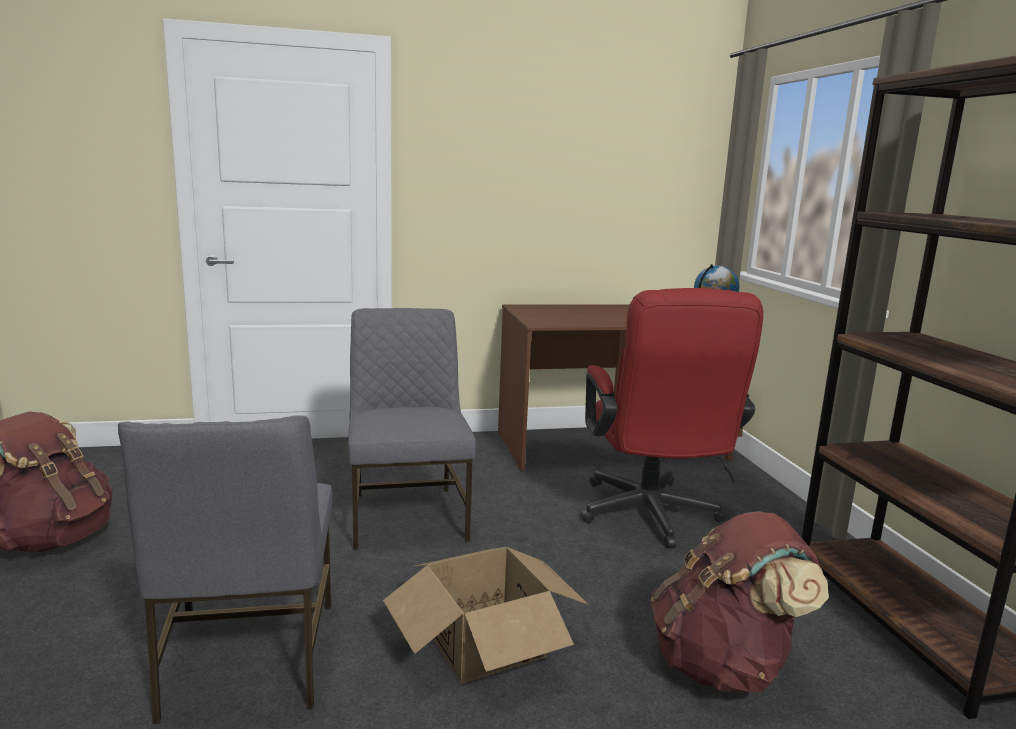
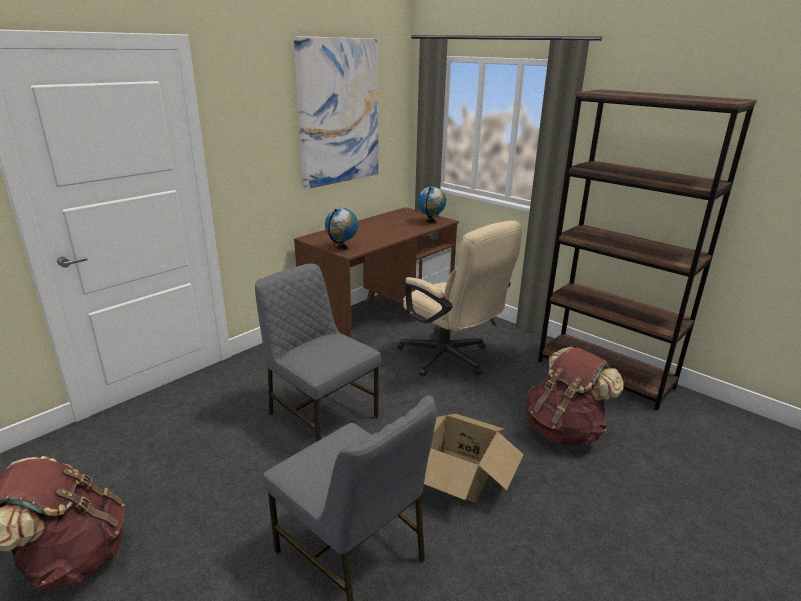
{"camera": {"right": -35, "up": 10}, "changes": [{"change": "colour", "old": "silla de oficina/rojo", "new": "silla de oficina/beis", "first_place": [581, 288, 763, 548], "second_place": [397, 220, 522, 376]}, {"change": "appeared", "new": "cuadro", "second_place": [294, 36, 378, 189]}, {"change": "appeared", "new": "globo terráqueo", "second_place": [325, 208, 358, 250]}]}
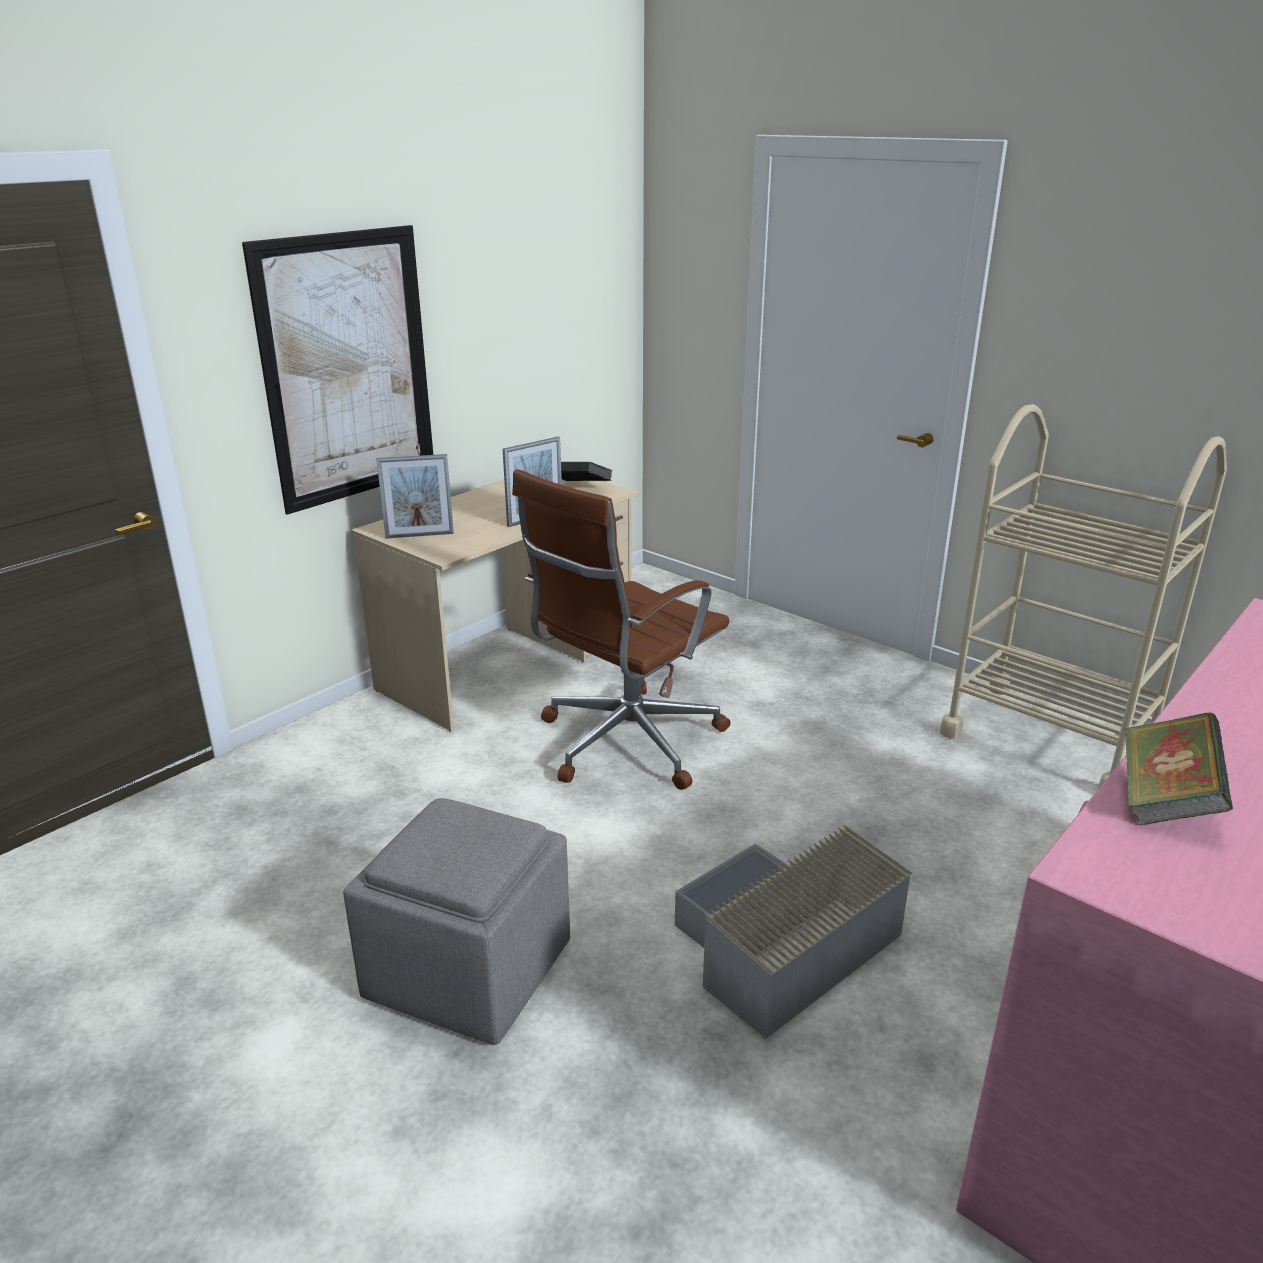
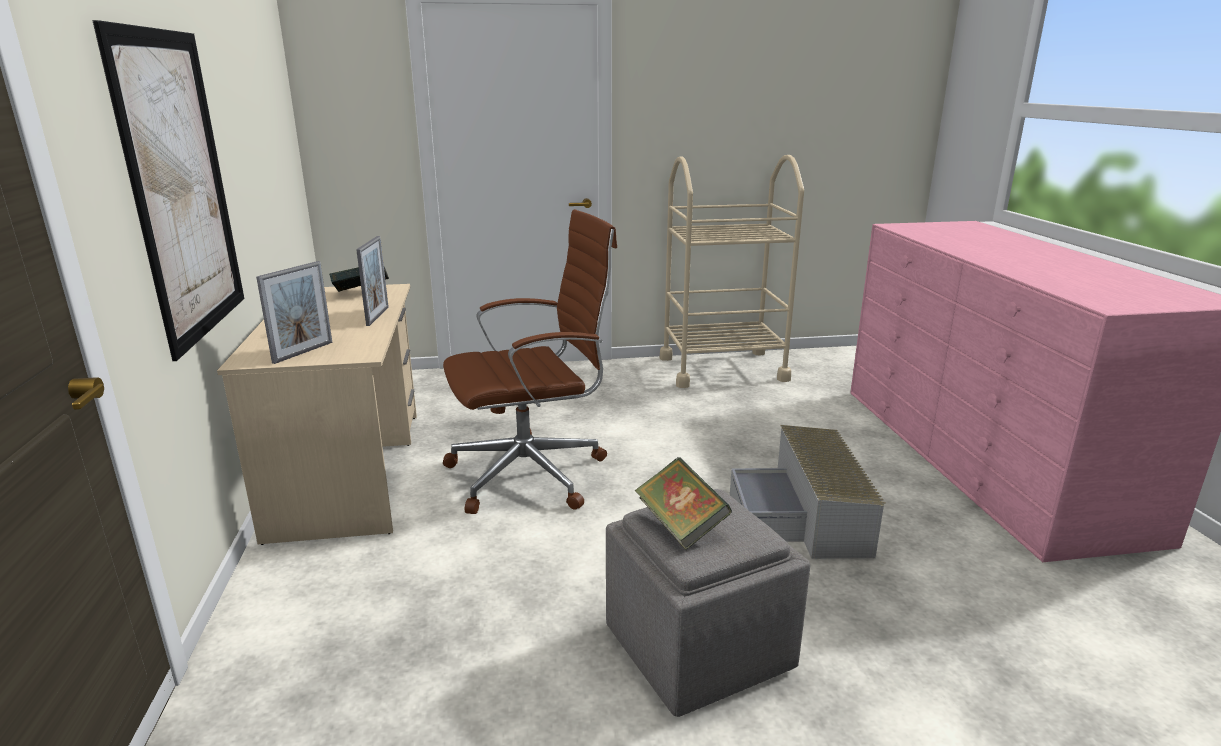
{"camera": {"right": -50, "up": -5}, "changes": [{"change": "spun", "old": "silla de oficina/marrón", "first_place": [512, 469, 731, 790], "second_place": [443, 209, 617, 514], "degrees": -105}, {"change": "relocated", "old": "libro", "first_place": [1124, 712, 1233, 826], "second_place": [635, 457, 732, 550]}]}
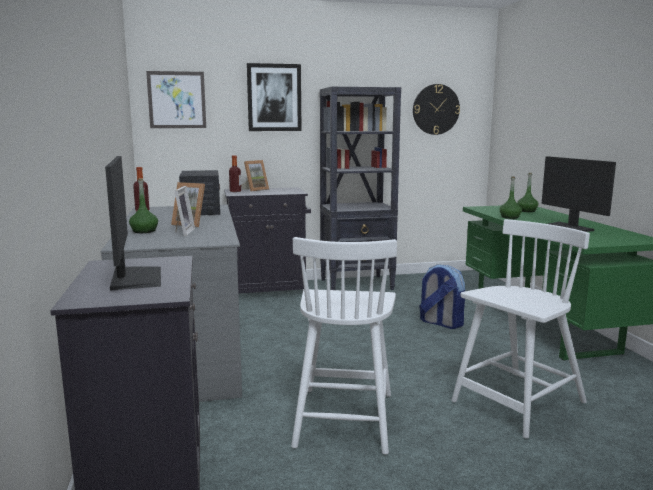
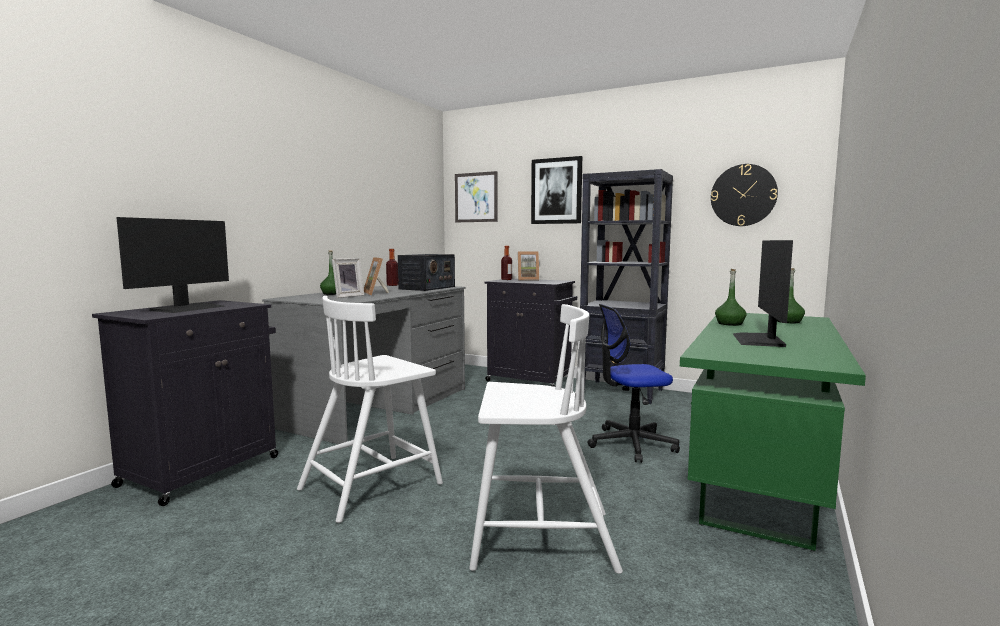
{"camera": {"right": 40, "up": -5}, "changes": [{"change": "exchanged", "old": "mochila", "new": "silla de oficina", "first_place": [419, 264, 465, 329], "second_place": [587, 304, 680, 463]}]}
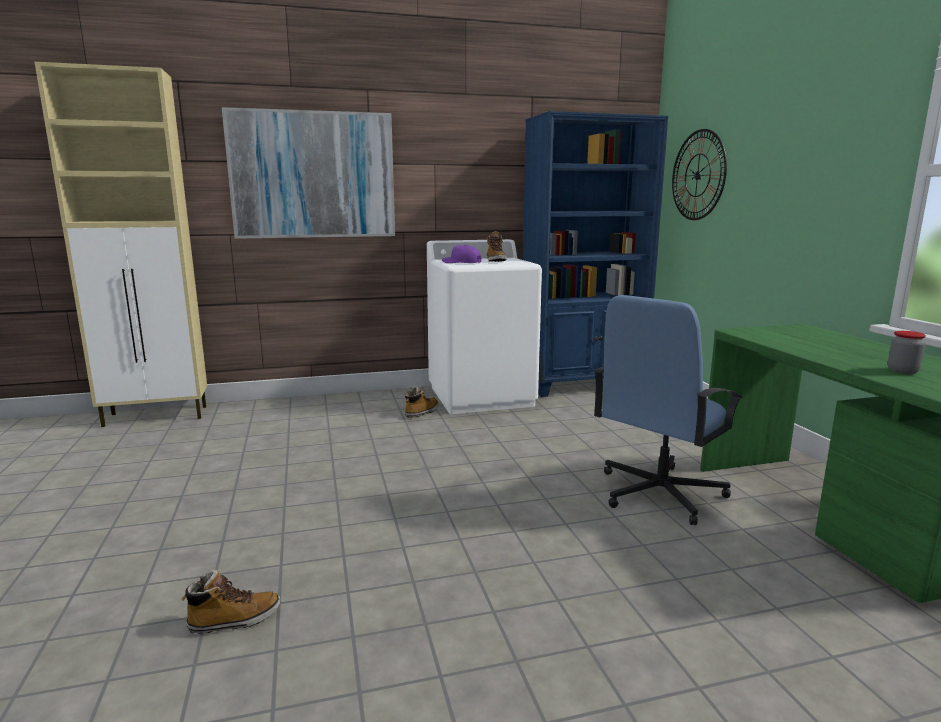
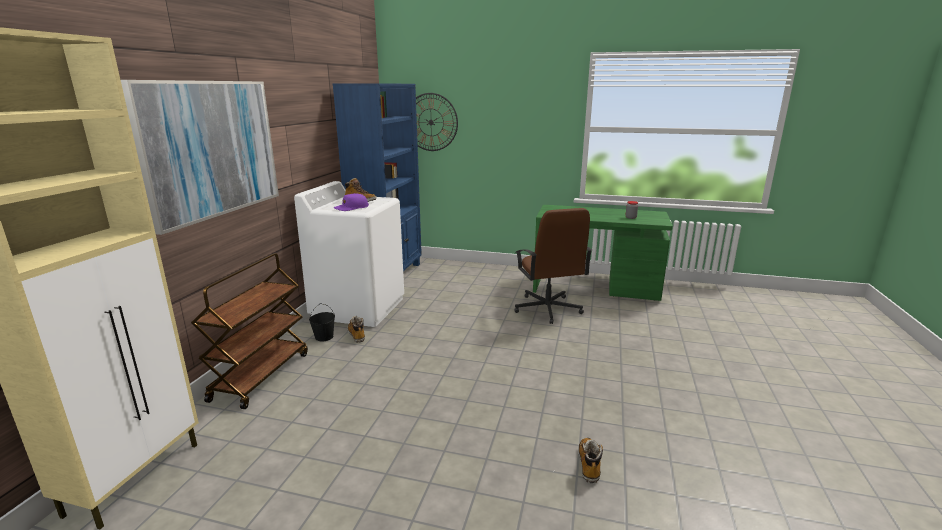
{"camera": {"right": -60, "up": 5}, "changes": [{"change": "colour", "old": "silla de oficina/azul", "new": "silla de oficina/marrón", "first_place": [594, 295, 742, 525], "second_place": [514, 208, 592, 324]}, {"change": "appeared", "new": "carrito/marrón", "second_place": [191, 253, 308, 409]}, {"change": "appeared", "new": "cubo/negro", "second_place": [309, 304, 335, 342]}]}
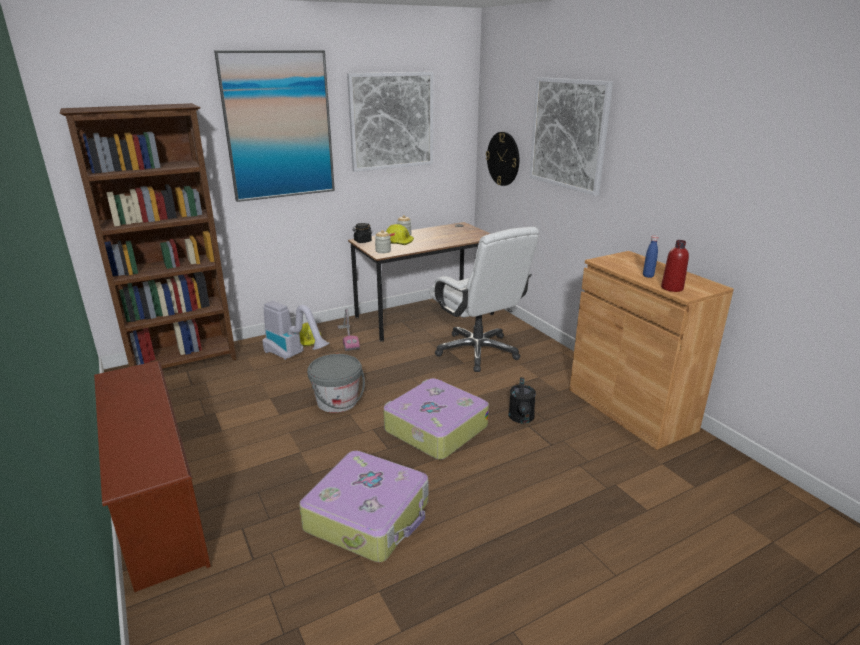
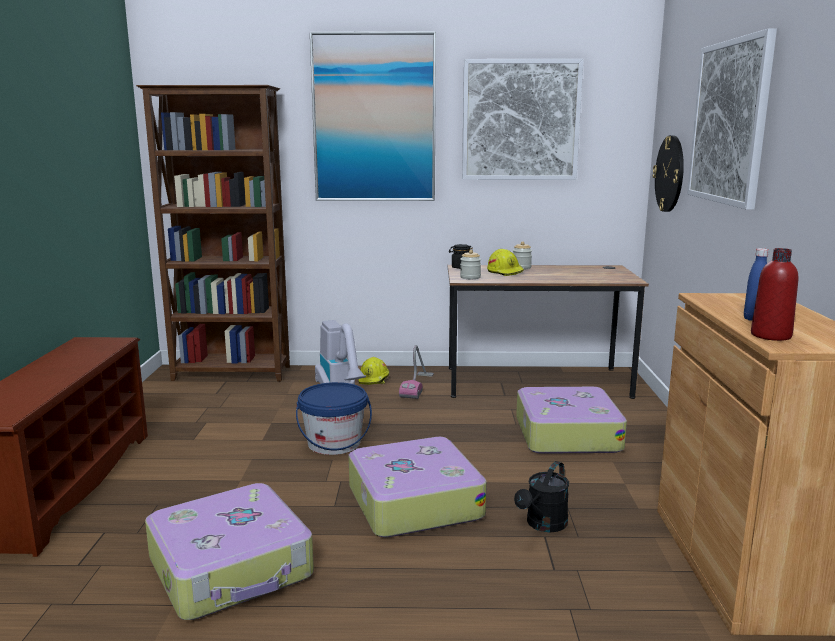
{"camera": {"right": 30, "up": -10}, "changes": [{"change": "exchanged", "old": "silla de oficina/blanco", "new": "maleta", "first_place": [430, 227, 539, 372], "second_place": [516, 387, 627, 454]}, {"change": "colour", "old": "cubo/gris", "new": "cubo/azul", "first_place": [307, 354, 365, 413], "second_place": [296, 382, 372, 455]}]}
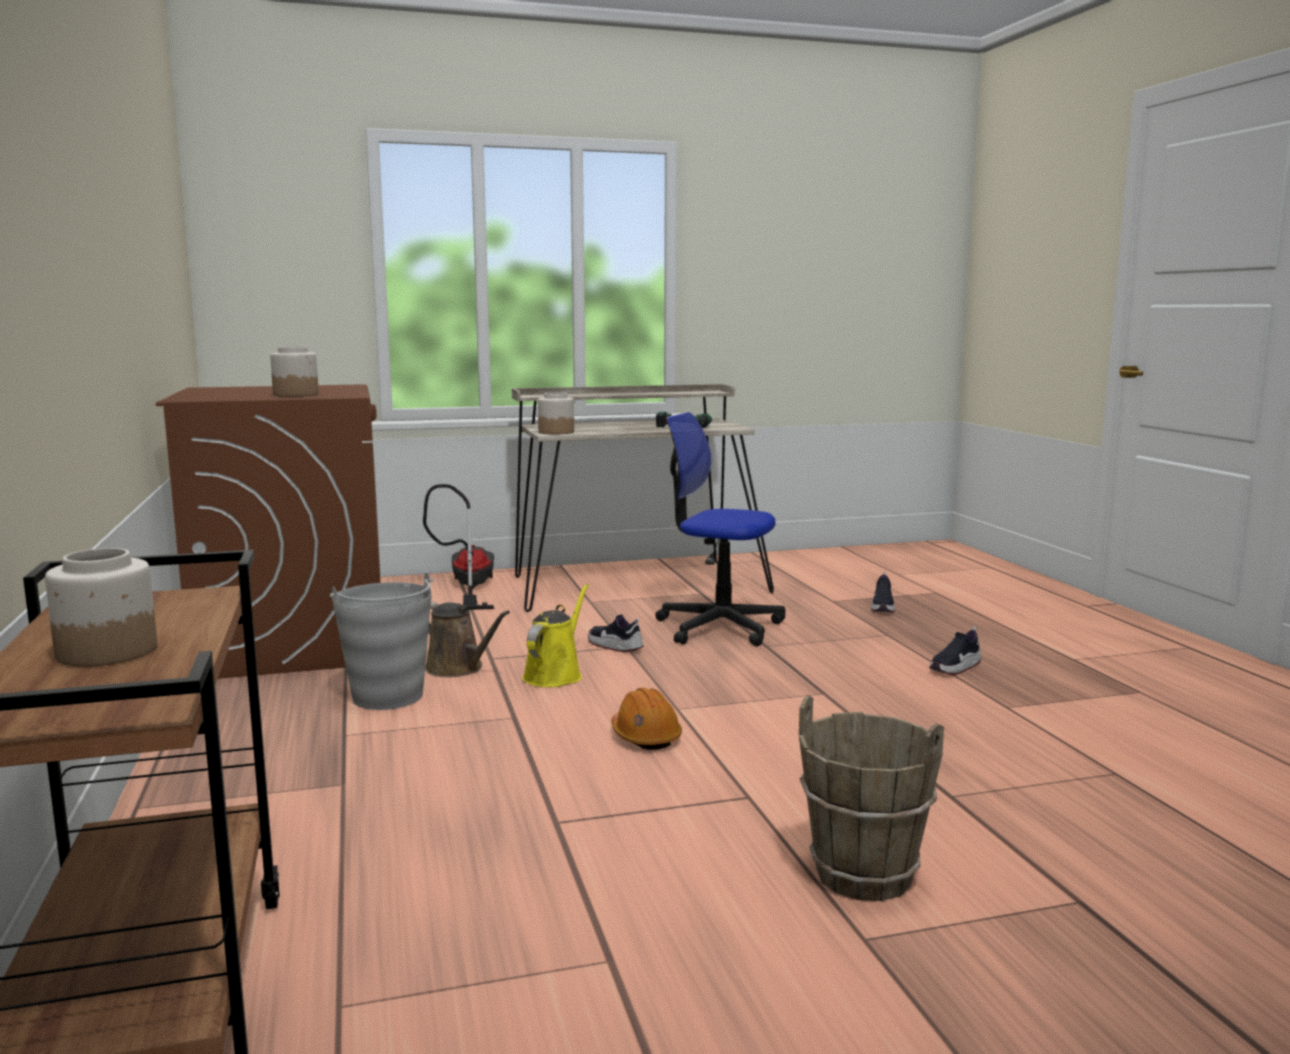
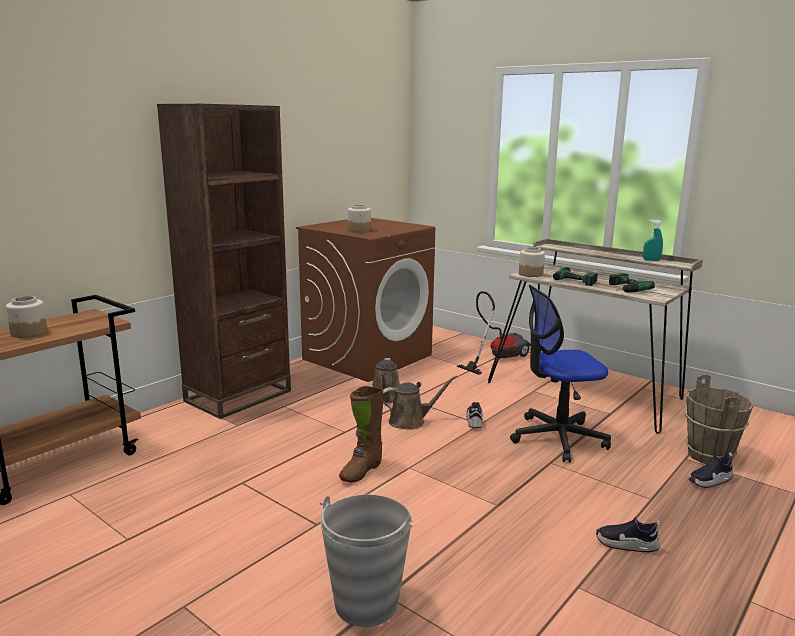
{"camera": {"right": 55, "up": 5}, "changes": [{"change": "spun", "old": "silla de oficina", "first_place": [655, 412, 786, 646], "second_place": [510, 285, 611, 463], "degrees": -90}, {"change": "relocated", "old": "cubo/gris", "first_place": [329, 573, 434, 710], "second_place": [320, 495, 413, 627]}, {"change": "colour", "old": "regadera/amarillo", "new": "regadera/marrón", "first_place": [522, 584, 589, 687], "second_place": [383, 376, 457, 430]}, {"change": "exchanged", "old": "casco/naranja", "new": "bota/marrón", "first_place": [611, 688, 682, 750], "second_place": [339, 386, 383, 482]}, {"change": "relocated", "old": "cubo/marrón", "first_place": [799, 696, 944, 901], "second_place": [685, 374, 754, 464]}, {"change": "appeared", "new": "estantería/marrón", "second_place": [157, 103, 291, 419]}, {"change": "appeared", "new": "pulverizador/turquesa", "second_place": [643, 220, 663, 261]}, {"change": "appeared", "new": "taladro", "second_place": [553, 267, 598, 286]}]}
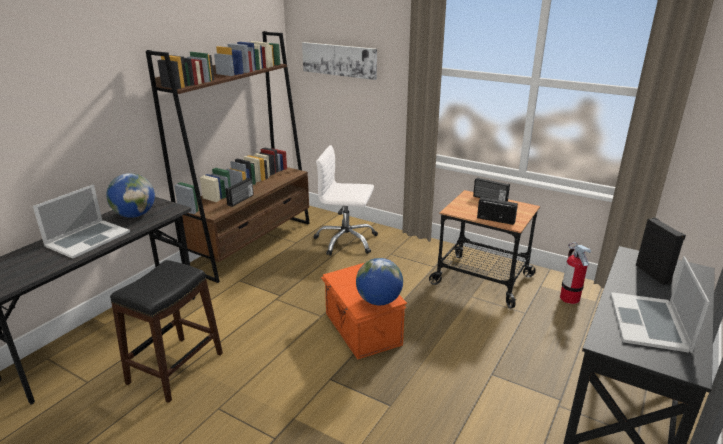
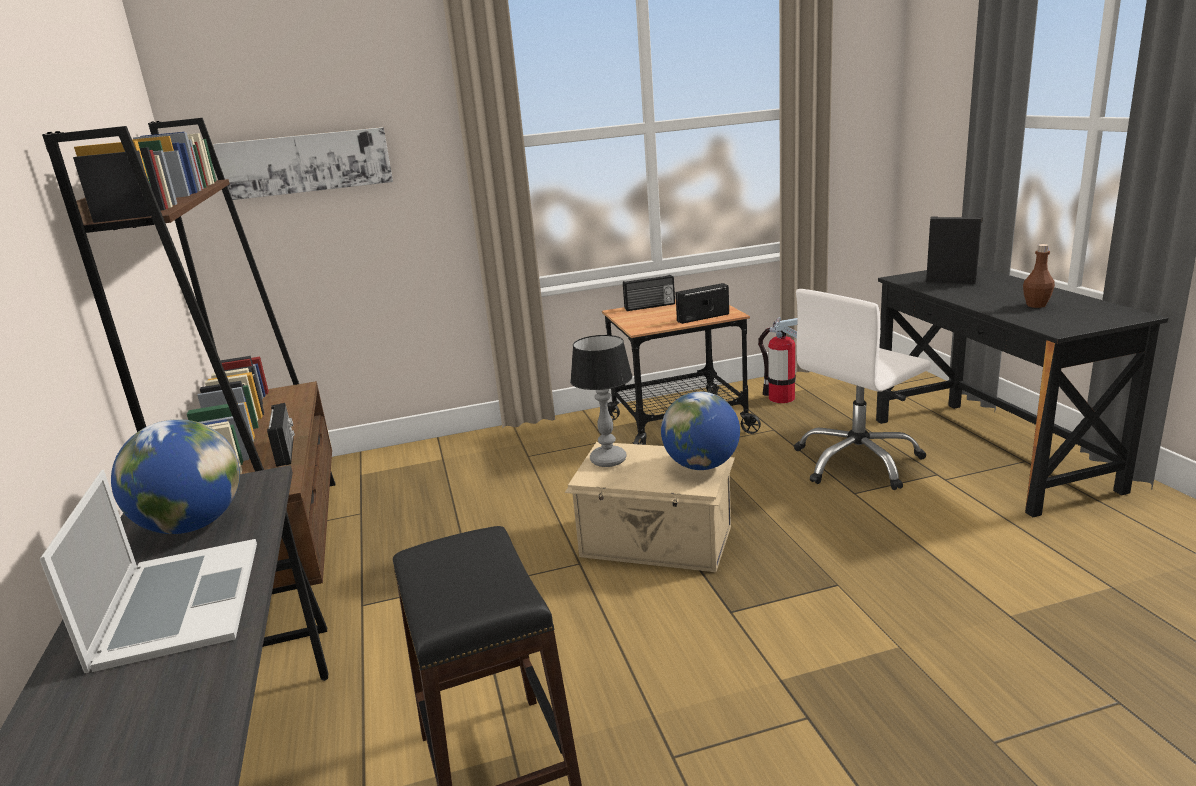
{"camera": {"right": -45, "up": -5}, "changes": [{"change": "relocated", "old": "silla de oficina/blanco", "first_place": [313, 145, 378, 256], "second_place": [794, 289, 931, 490]}, {"change": "exchanged", "old": "portátil", "new": "botella/marrón", "first_place": [610, 256, 710, 353], "second_place": [1023, 244, 1055, 308]}, {"change": "colour", "old": "caja de almacenaje/naranja", "new": "caja de almacenaje/beis", "first_place": [321, 262, 407, 360], "second_place": [565, 442, 735, 572]}, {"change": "appeared", "new": "lámpara de mesa", "second_place": [570, 335, 632, 467]}]}
